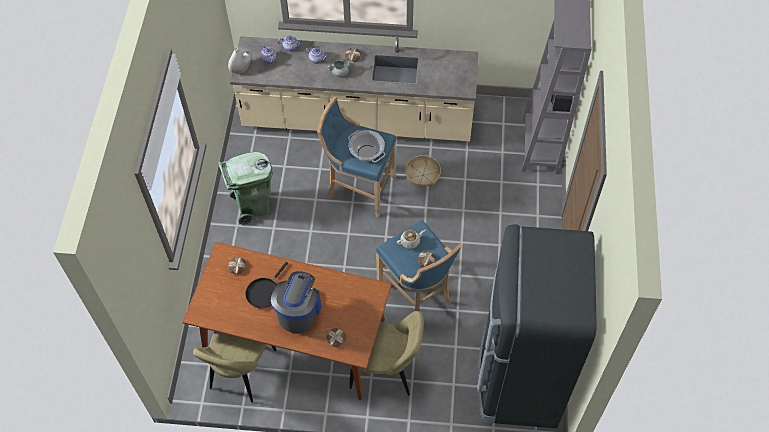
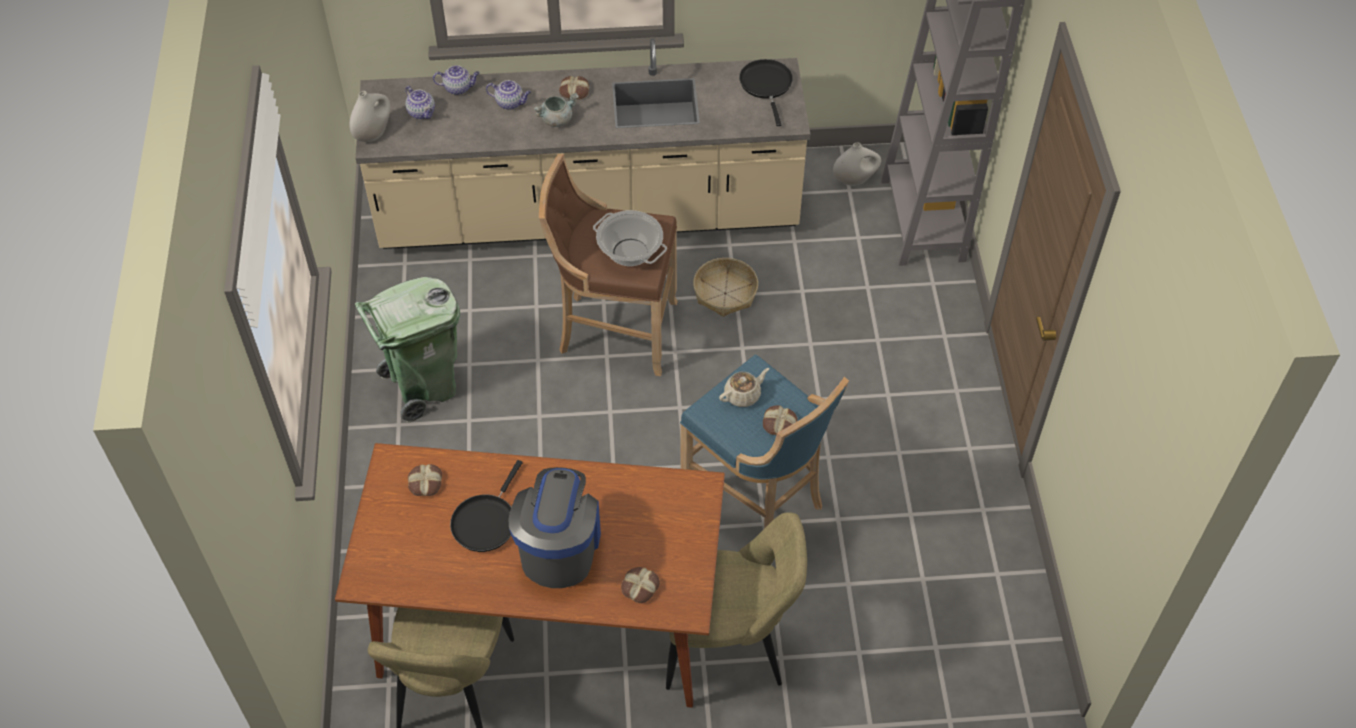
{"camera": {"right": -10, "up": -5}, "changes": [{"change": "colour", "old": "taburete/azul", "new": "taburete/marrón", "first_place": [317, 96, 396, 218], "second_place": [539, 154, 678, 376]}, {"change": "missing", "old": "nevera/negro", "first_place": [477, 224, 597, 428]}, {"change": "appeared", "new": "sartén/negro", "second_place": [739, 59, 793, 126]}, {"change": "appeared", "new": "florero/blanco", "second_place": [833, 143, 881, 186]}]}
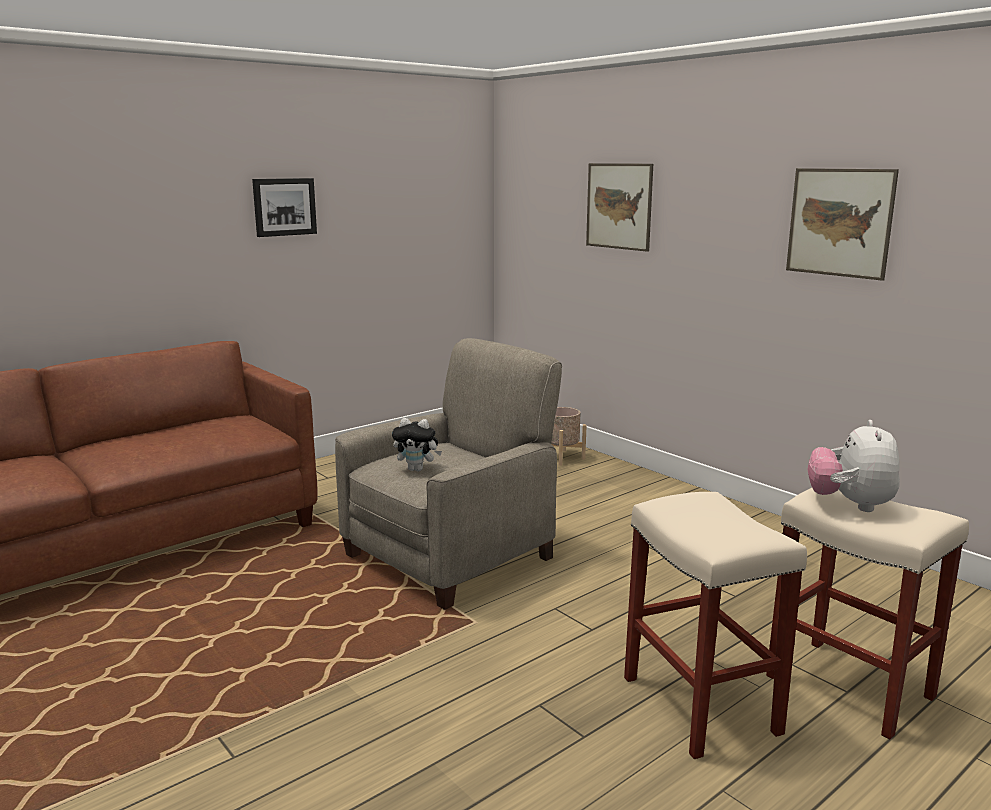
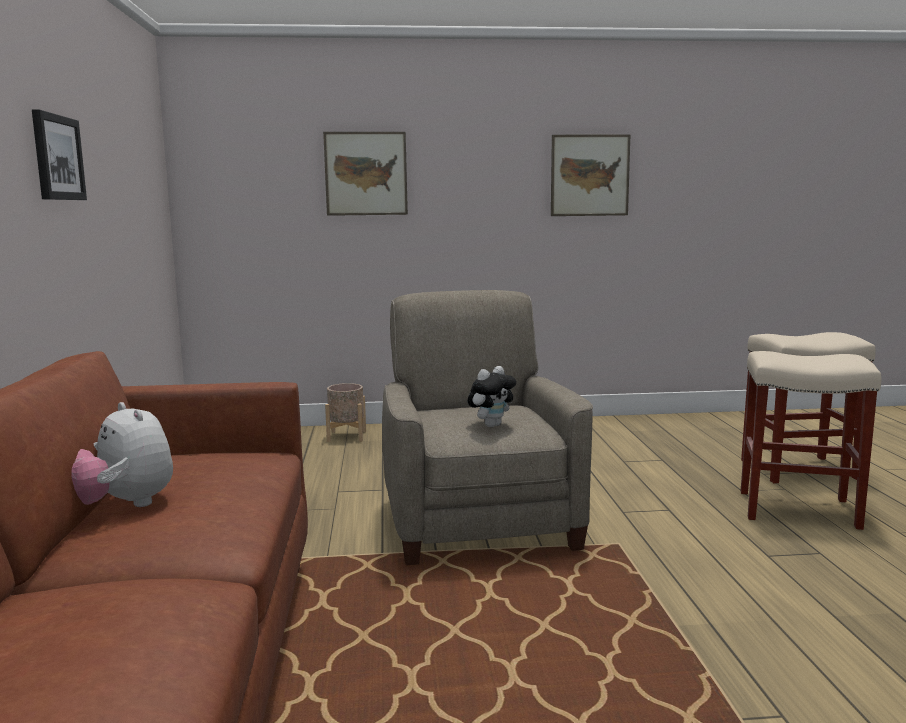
{"camera": {"right": -55, "up": -5}, "changes": [{"change": "relocated", "old": "peluche", "first_place": [808, 420, 900, 512], "second_place": [71, 402, 173, 507]}]}
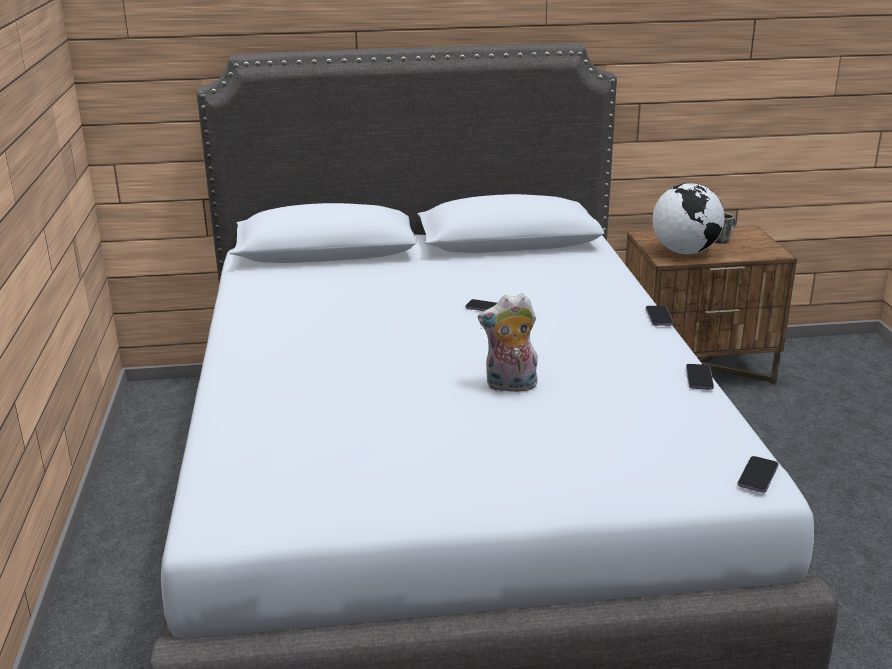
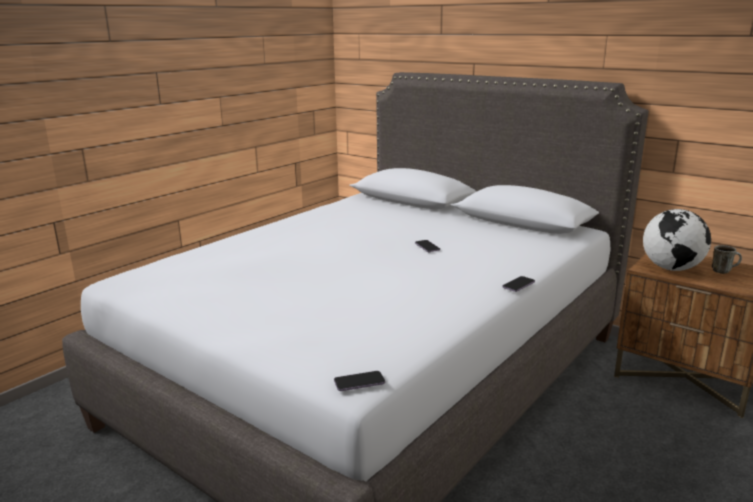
{"camera": {"right": 45, "up": -5}, "changes": [{"change": "missing", "old": "peluche", "first_place": [478, 293, 538, 392]}, {"change": "missing", "old": "móvil", "first_place": [686, 364, 714, 390]}]}
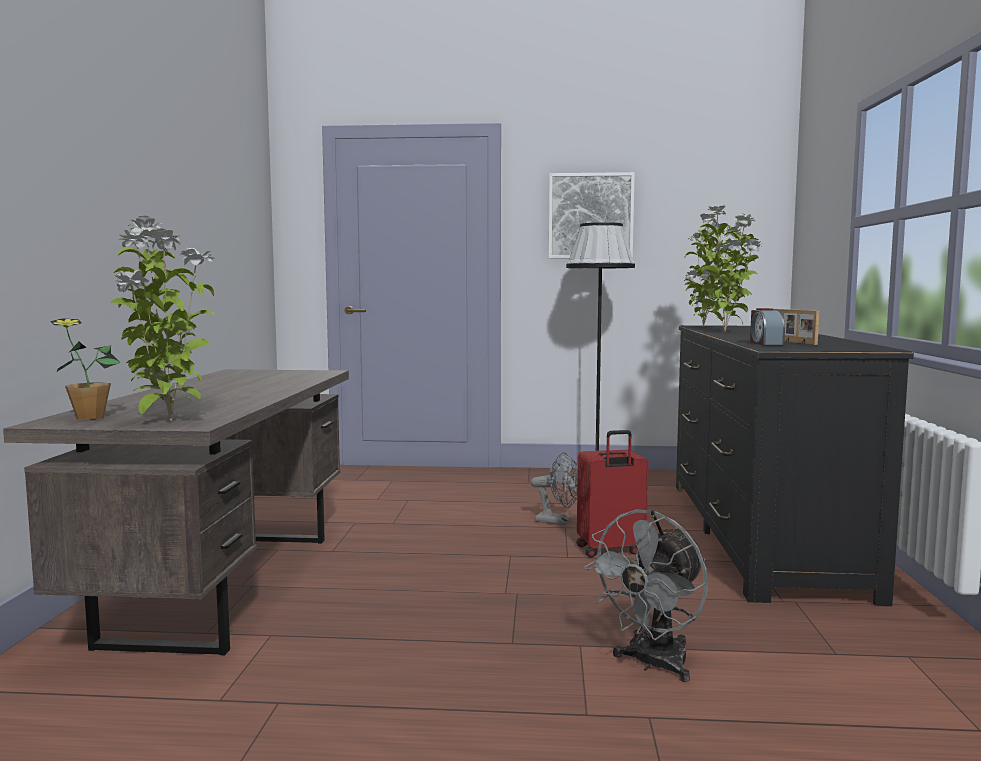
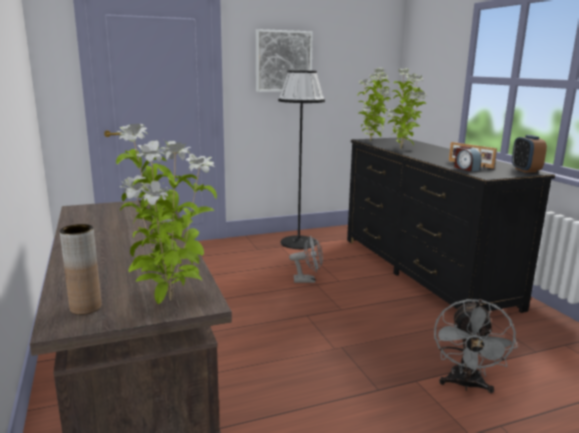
{"camera": {"right": -25, "up": 10}, "changes": [{"change": "exchanged", "old": "planta en maceta", "new": "florero/marrón", "first_place": [50, 318, 121, 420], "second_place": [60, 224, 102, 315]}, {"change": "missing", "old": "maleta/rojo", "first_place": [576, 430, 649, 558]}, {"change": "appeared", "new": "despertador", "second_place": [512, 135, 547, 173]}]}
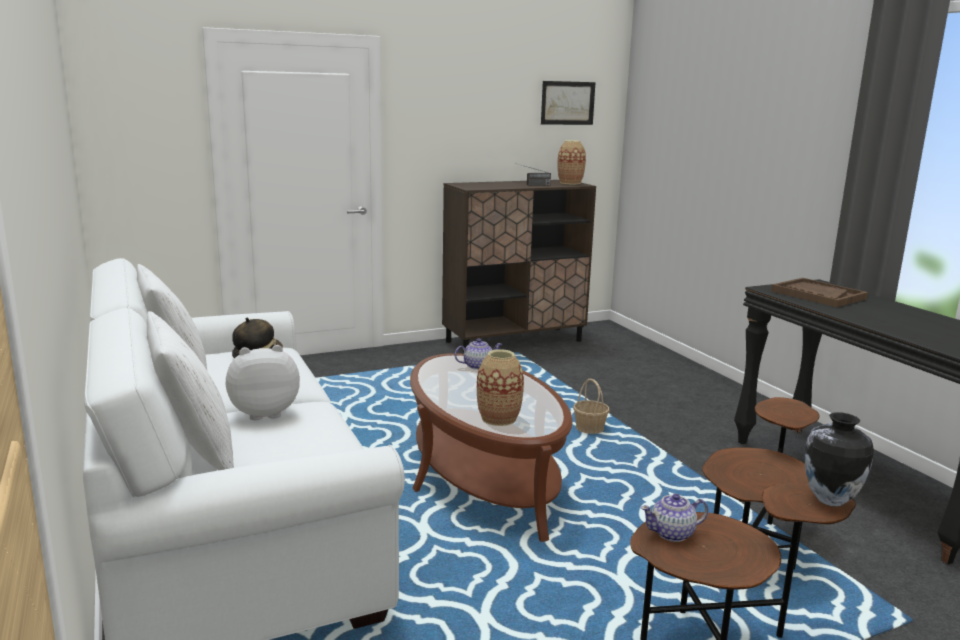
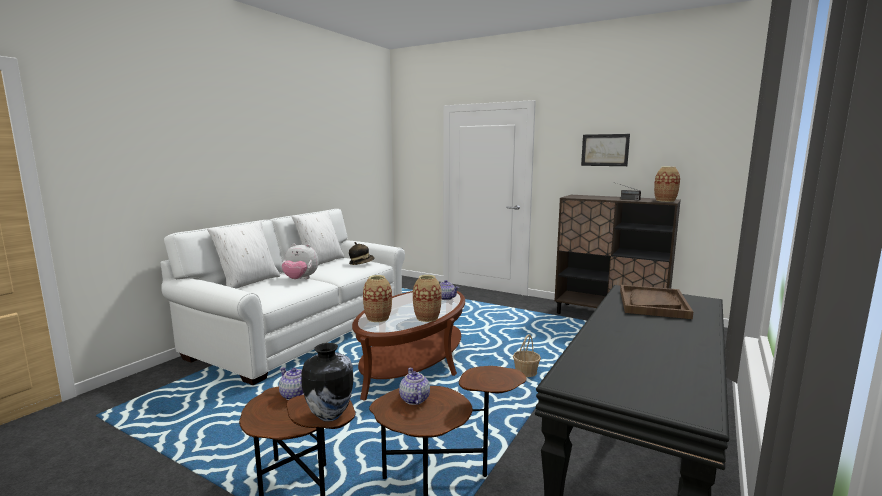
{"camera": {"right": 55, "up": -5}, "changes": [{"change": "relocated", "old": "cuadro", "first_place": [541, 81, 596, 125], "second_place": [581, 134, 630, 166]}, {"change": "spun", "old": "peluche", "first_place": [226, 345, 300, 420], "second_place": [281, 243, 318, 279], "degrees": 150}, {"change": "appeared", "new": "florero", "second_place": [413, 275, 442, 322]}, {"change": "appeared", "new": "tetera", "second_place": [399, 368, 430, 405]}]}
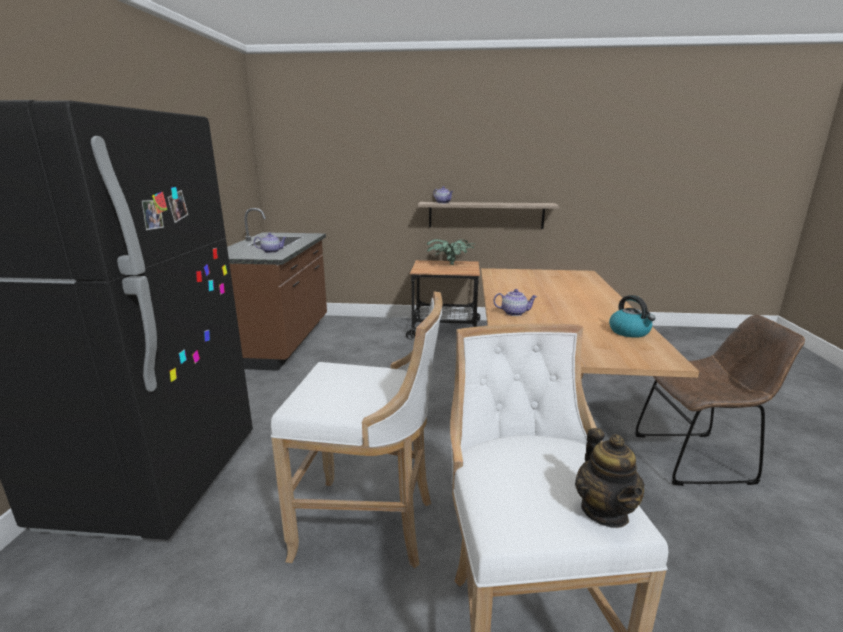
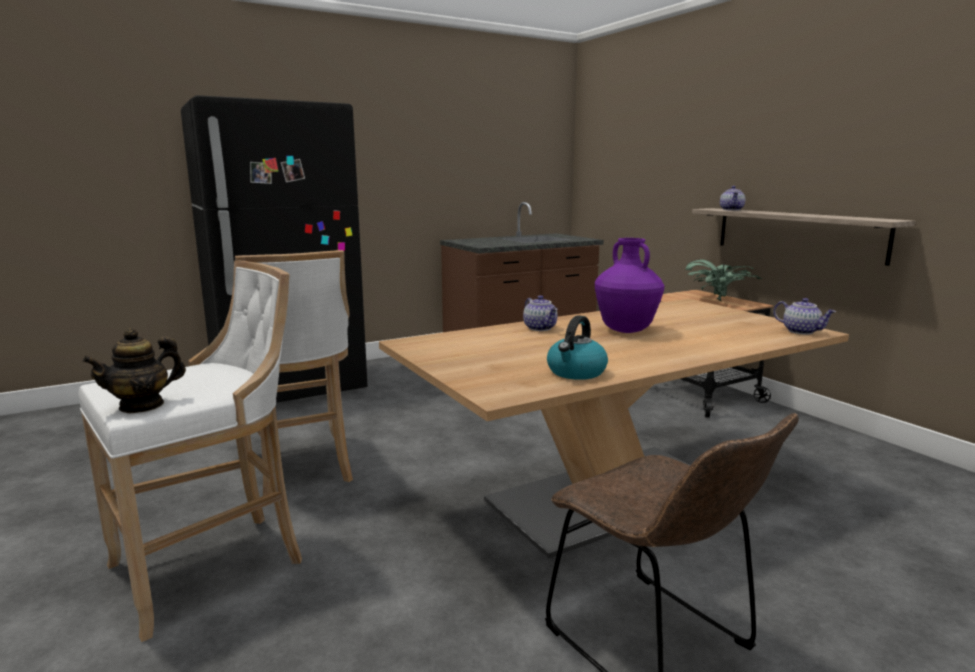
{"camera": {"right": 55, "up": -5}, "changes": [{"change": "relocated", "old": "tetera", "first_place": [254, 233, 287, 253], "second_place": [773, 298, 836, 335]}, {"change": "appeared", "new": "florero/morado", "second_place": [595, 238, 664, 333]}]}
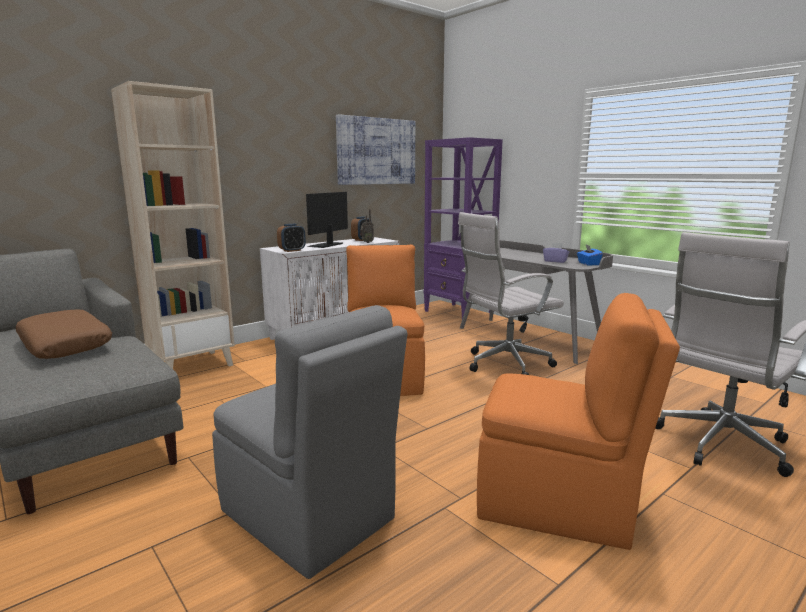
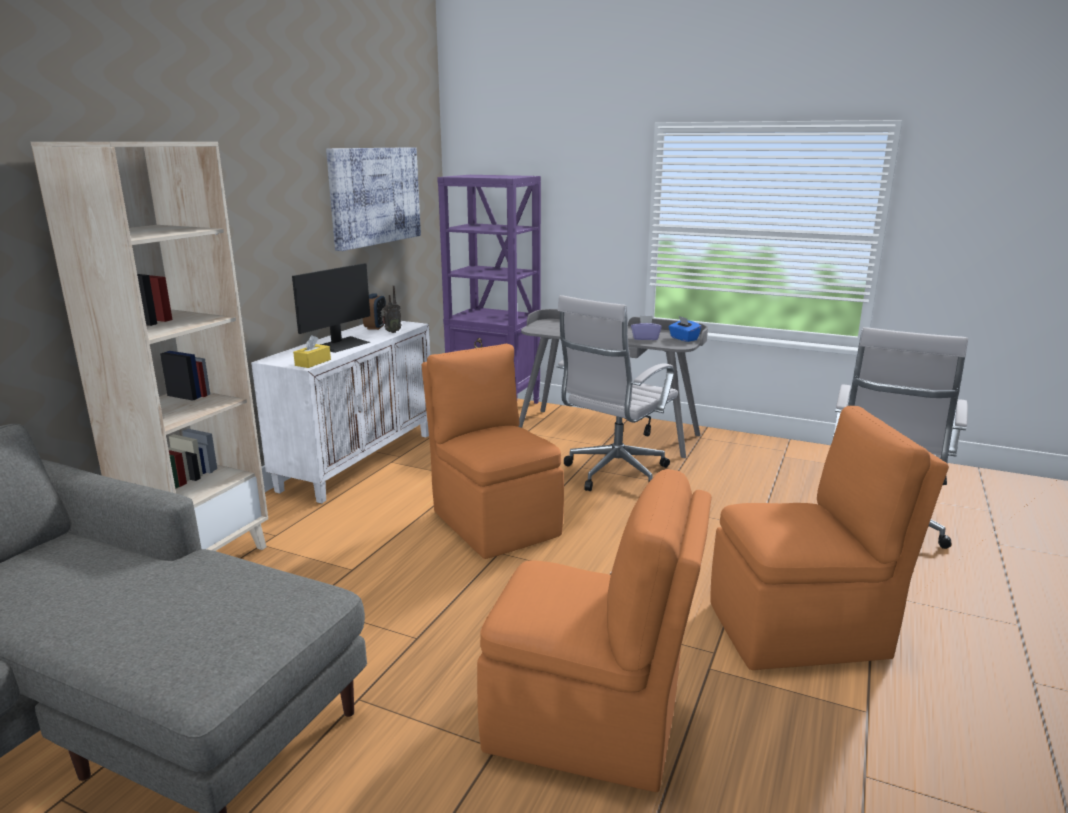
{"camera": {"right": -25, "up": 5}, "changes": [{"change": "spun", "old": "monitor", "first_place": [306, 192, 348, 248], "second_place": [292, 263, 370, 353], "degrees": -150}, {"change": "exchanged", "old": "despertador", "new": "caja de pañuelos/amarillo", "first_place": [277, 224, 306, 252], "second_place": [293, 335, 331, 368]}, {"change": "colour", "old": "silla/gris", "new": "silla/naranja", "first_place": [212, 305, 408, 579], "second_place": [477, 469, 712, 792]}, {"change": "missing", "old": "cojín/marrón", "first_place": [16, 309, 112, 359]}]}
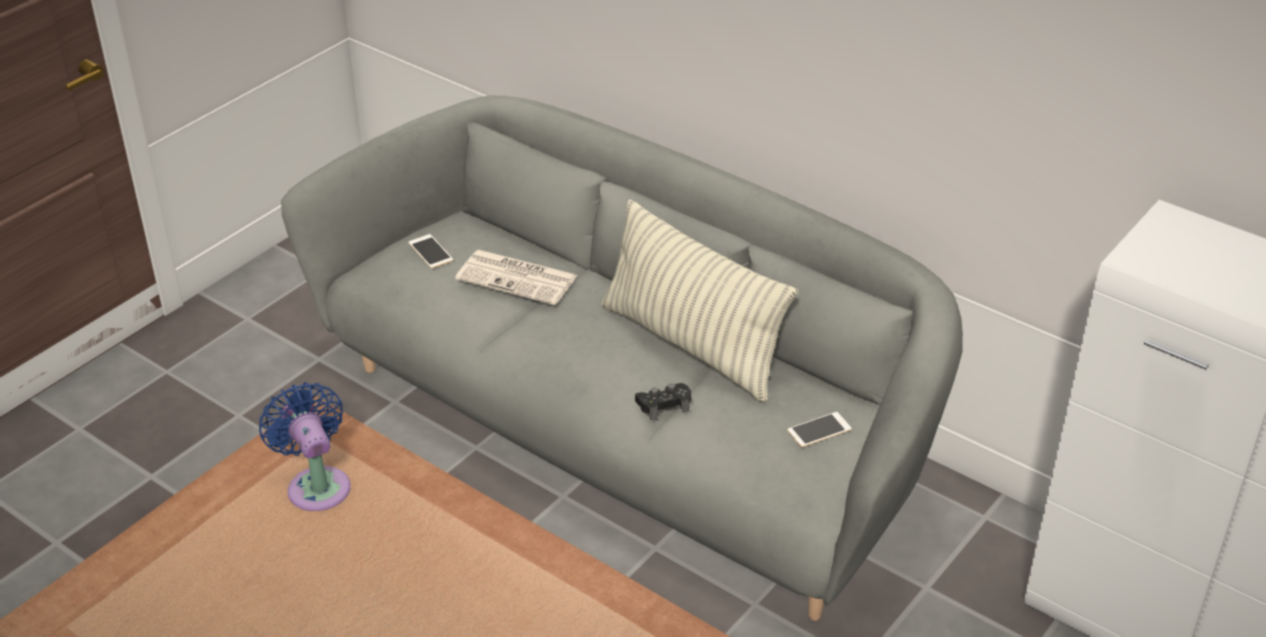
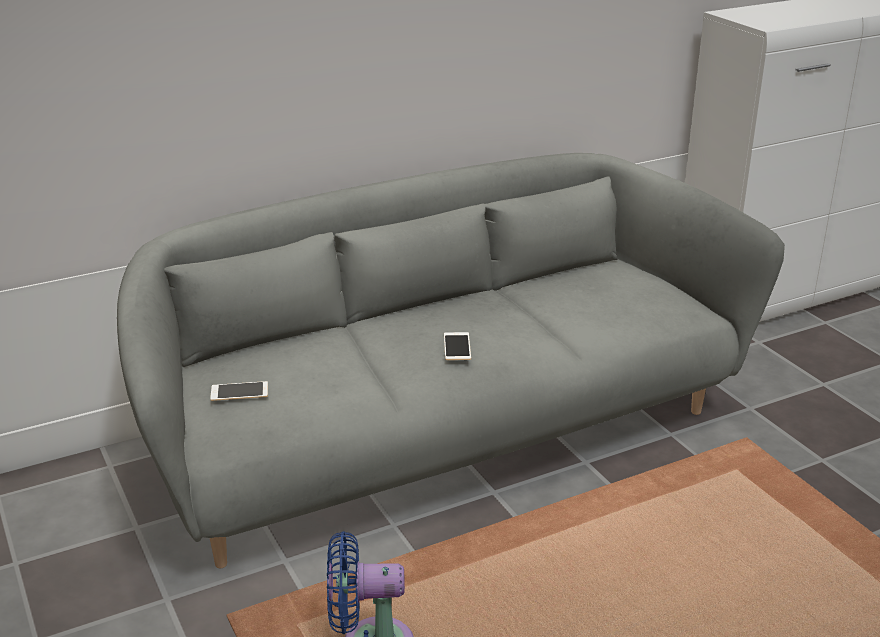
{"camera": {"right": -65, "up": -10}, "changes": [{"change": "missing", "old": "cojín", "first_place": [601, 199, 798, 403]}, {"change": "missing", "old": "periódico", "first_place": [455, 250, 577, 305]}, {"change": "missing", "old": "mando de consola/negro", "first_place": [635, 383, 691, 420]}, {"change": "relocated", "old": "móvil", "first_place": [787, 412, 852, 447], "second_place": [444, 332, 471, 360]}]}
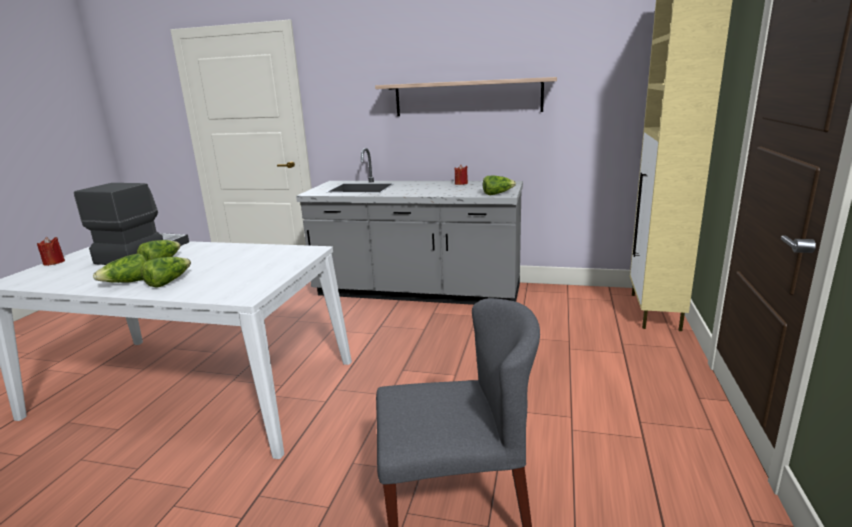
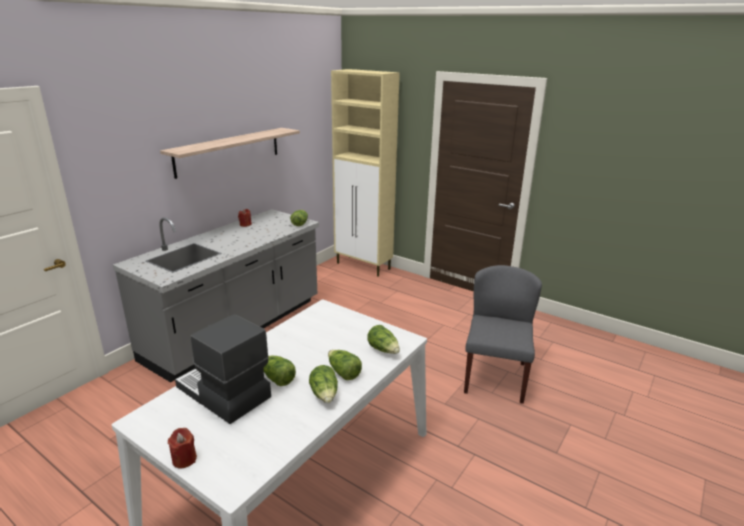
{"camera": {"right": -70, "up": 5}, "changes": [{"change": "appeared", "new": "lechuga", "second_place": [367, 325, 400, 354]}]}
